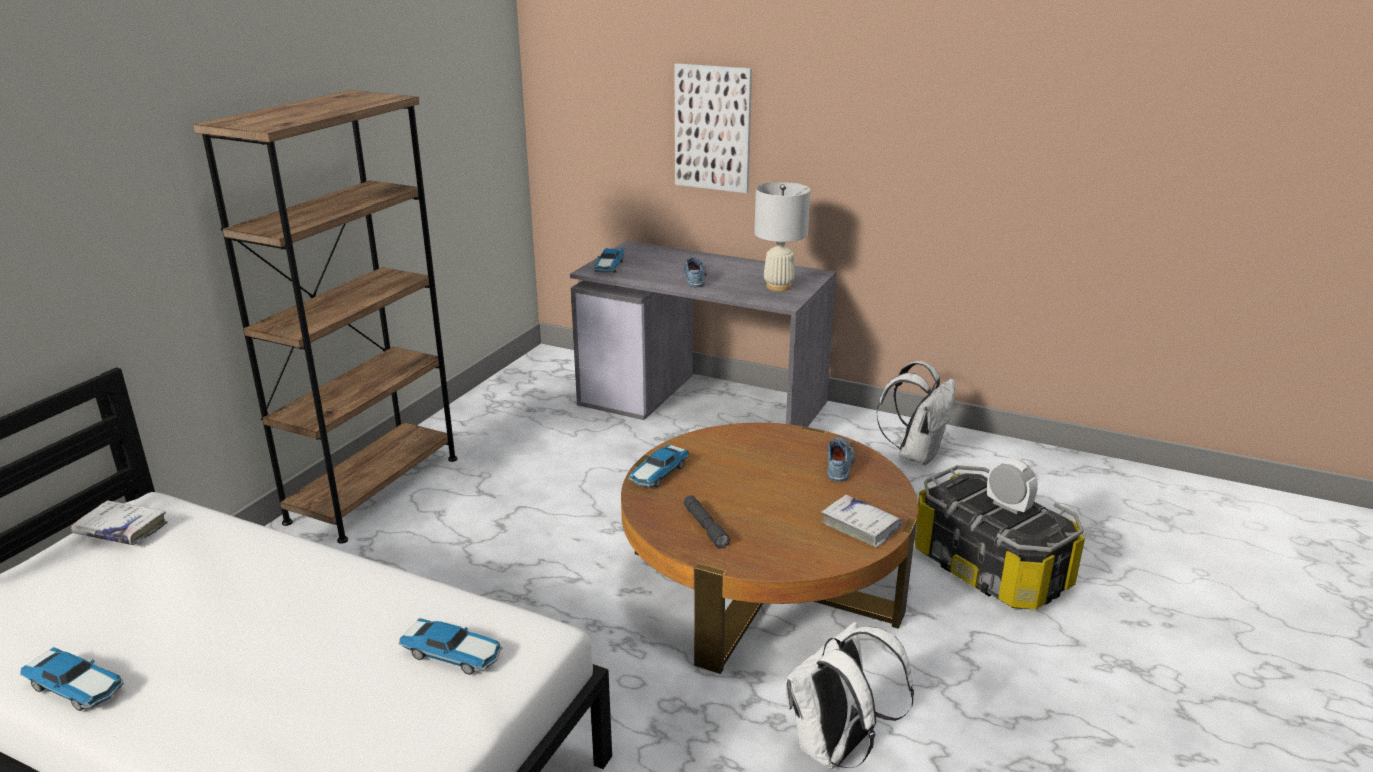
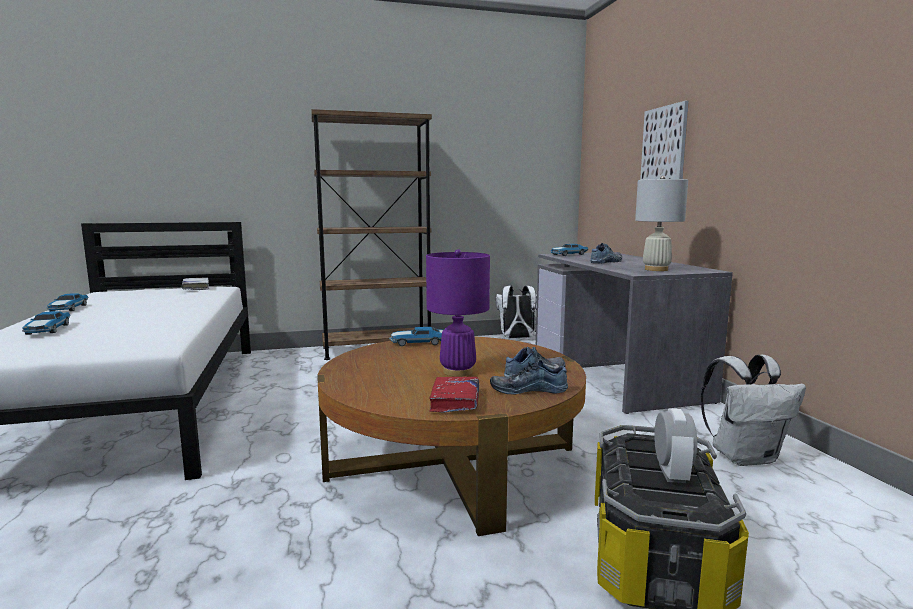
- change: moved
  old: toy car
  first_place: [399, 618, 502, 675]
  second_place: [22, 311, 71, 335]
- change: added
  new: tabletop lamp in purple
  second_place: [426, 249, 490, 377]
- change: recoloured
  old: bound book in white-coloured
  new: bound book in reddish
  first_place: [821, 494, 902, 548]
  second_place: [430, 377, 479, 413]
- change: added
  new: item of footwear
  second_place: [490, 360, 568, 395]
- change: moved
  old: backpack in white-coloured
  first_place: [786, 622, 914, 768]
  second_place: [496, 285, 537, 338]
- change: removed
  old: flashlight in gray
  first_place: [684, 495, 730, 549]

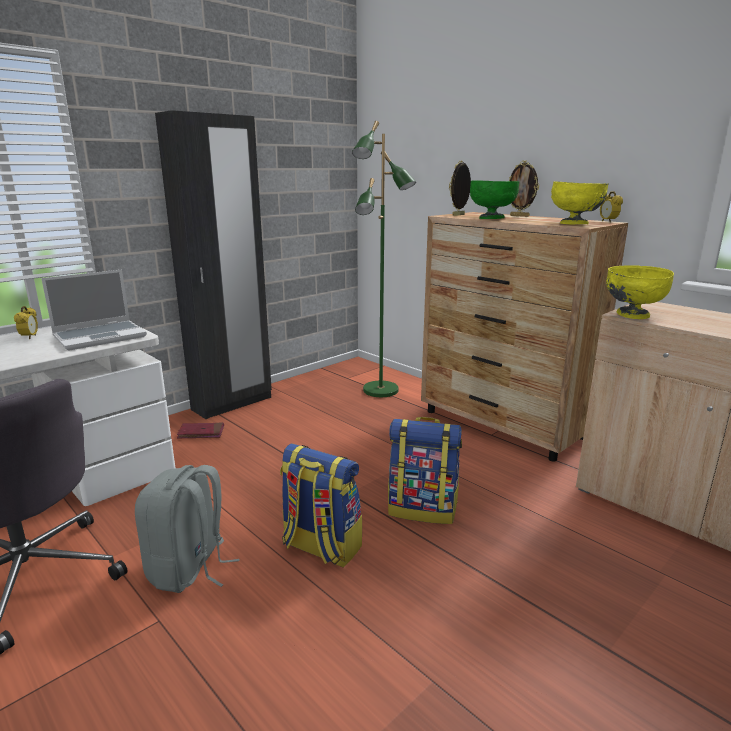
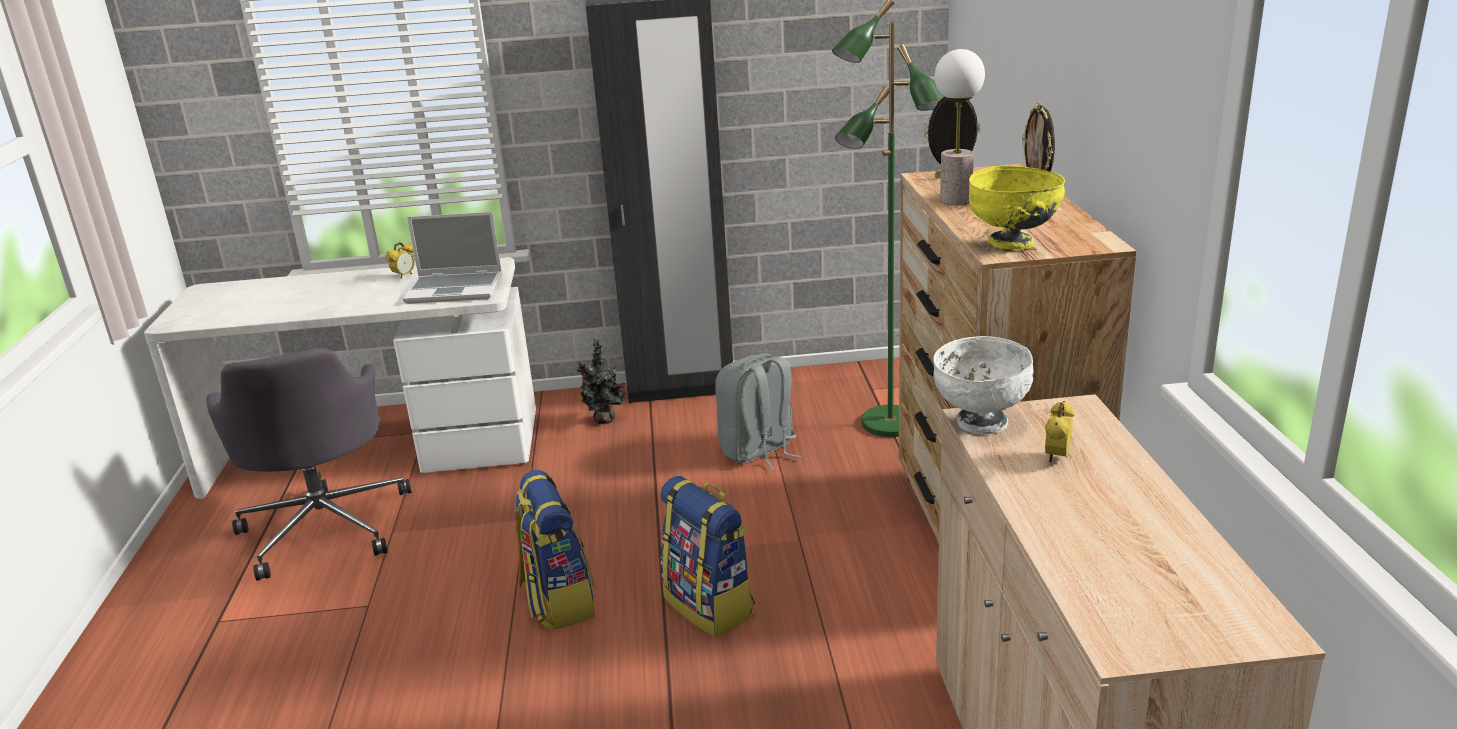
- change: replaced
  old: bound book in reddish
  new: houseplant
  first_place: [177, 422, 224, 438]
  second_place: [577, 338, 627, 424]
- change: moved
  old: backpack in gray
  first_place: [135, 465, 240, 593]
  second_place: [715, 353, 802, 471]
- change: recoloured
  old: serving bowl in yellow-coloured
  new: serving bowl in white-coloured
  first_place: [606, 265, 674, 319]
  second_place: [933, 336, 1034, 434]
- change: replaced
  old: serving bowl in green
  new: tabletop lamp
  first_place: [470, 181, 519, 219]
  second_place: [935, 49, 985, 205]
- change: moved
  old: bedside clock
  first_place: [600, 191, 623, 222]
  second_place: [1045, 401, 1075, 463]

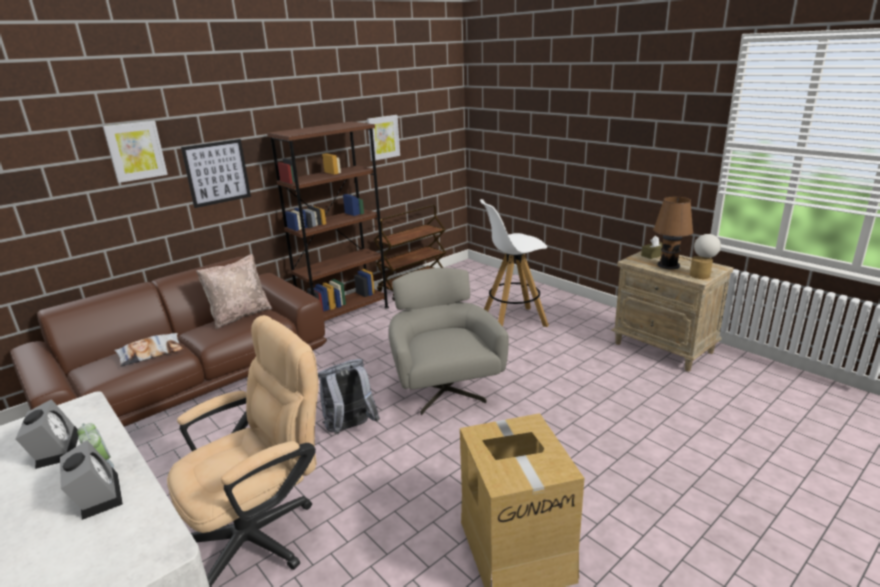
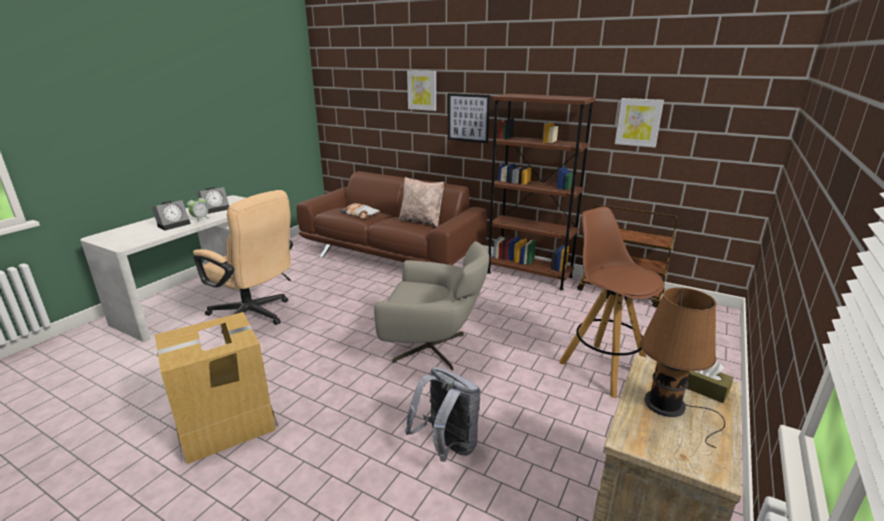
- change: turned
  old: armchair in gray
  first_place: [389, 268, 509, 415]
  second_place: [374, 241, 489, 371]
  degrees: 45
- change: moved
  old: backpack in gray
  first_place: [318, 359, 380, 435]
  second_place: [405, 367, 481, 462]
- change: recoloured
  old: stool seat in white-coloured
  new: stool seat in brown
  first_place: [480, 199, 549, 327]
  second_place: [559, 207, 664, 398]
- change: removed
  old: tabletop lamp
  first_place: [690, 234, 721, 279]

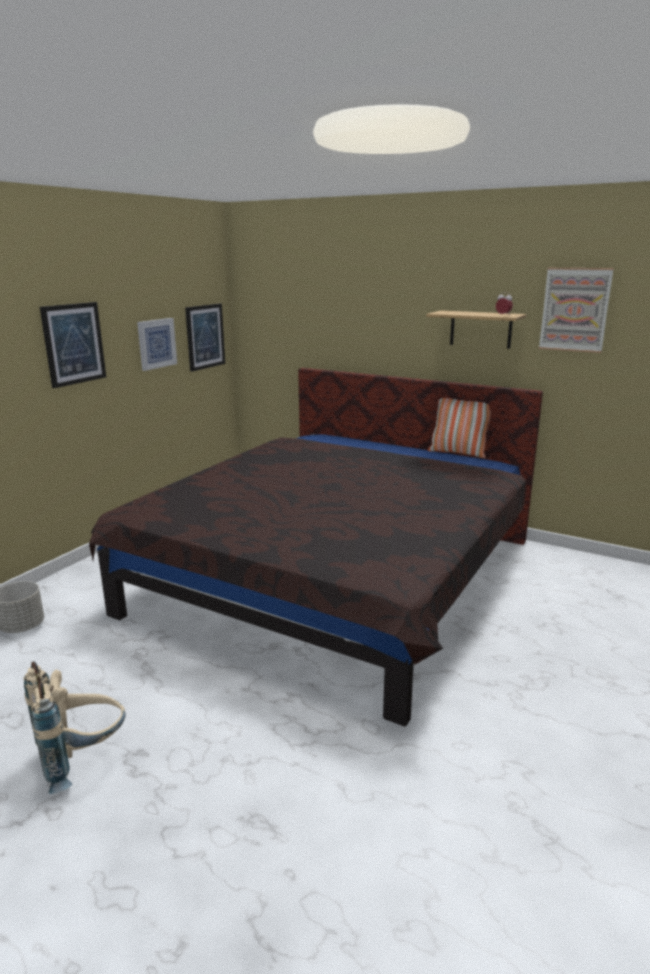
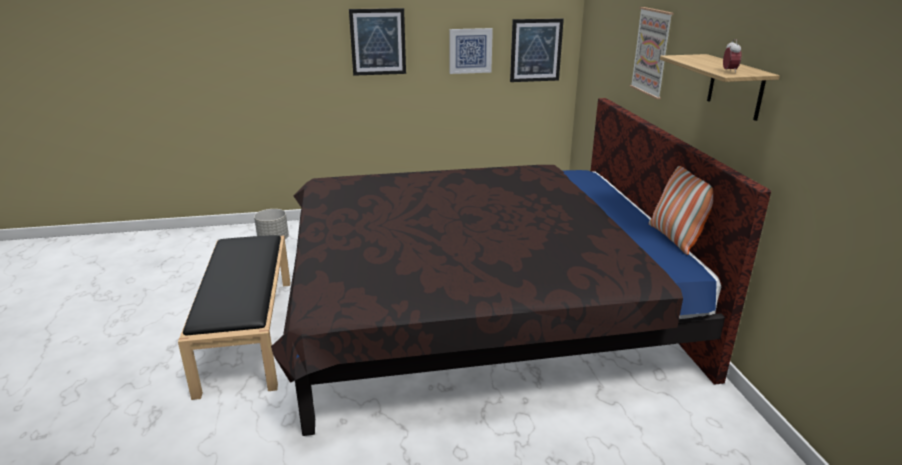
- change: added
  new: bench in black-coloured
  second_place: [178, 235, 290, 400]
- change: moved
  old: wall art
  first_place: [539, 268, 614, 353]
  second_place: [630, 7, 673, 99]
- change: removed
  old: backpack in beige
  first_place: [23, 661, 126, 794]

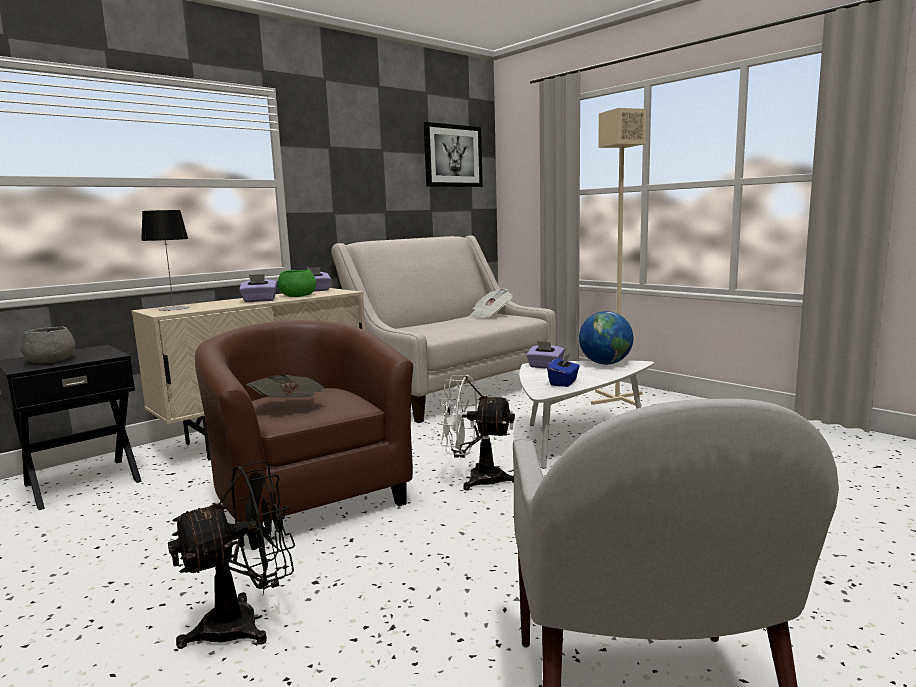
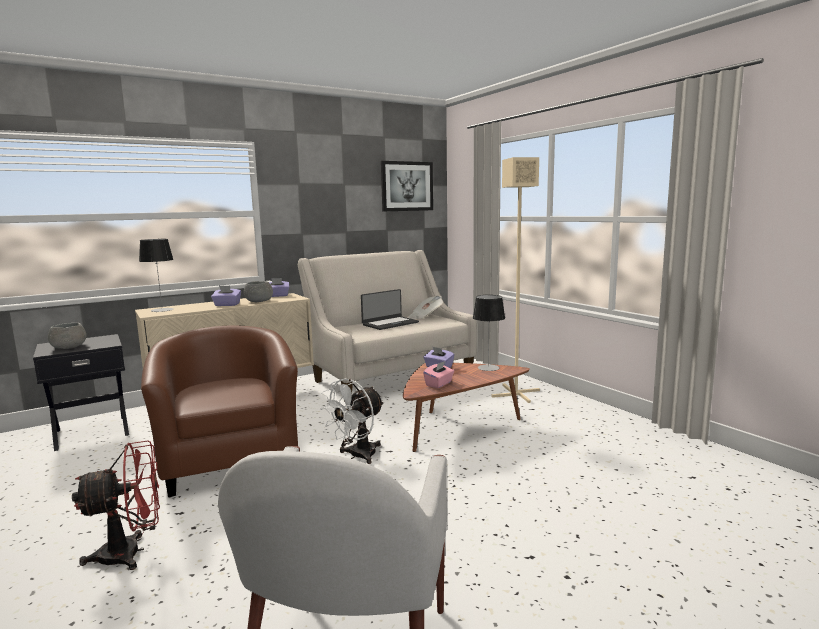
- change: recoloured
  old: fan in black-coloured
  new: fan in reddish
  first_place: [168, 461, 295, 649]
  second_place: [72, 441, 160, 570]
- change: recoloured
  old: serving bowl in green
  new: serving bowl in gray
  first_place: [278, 270, 316, 297]
  second_place: [244, 281, 273, 302]
- change: turned
  old: fan in white-coloured
  first_place: [437, 375, 515, 490]
  second_place: [320, 378, 384, 464]
  degrees: -75
- change: added
  new: portable computer
  second_place: [361, 289, 419, 330]
- change: recoloured
  old: lounge table in white-coloured
  new: lounge table in brown
  first_place: [519, 360, 654, 468]
  second_place: [403, 363, 530, 452]
- change: recoloured
  old: tissue box in blue-coloured
  new: tissue box in pink-coloured
  first_place: [547, 354, 580, 387]
  second_place: [423, 361, 454, 388]
- change: replaced
  old: desk globe
  new: tabletop lamp
  first_place: [579, 311, 633, 365]
  second_place: [473, 295, 505, 371]
- change: removed
  old: newspaper
  first_place: [246, 375, 325, 398]

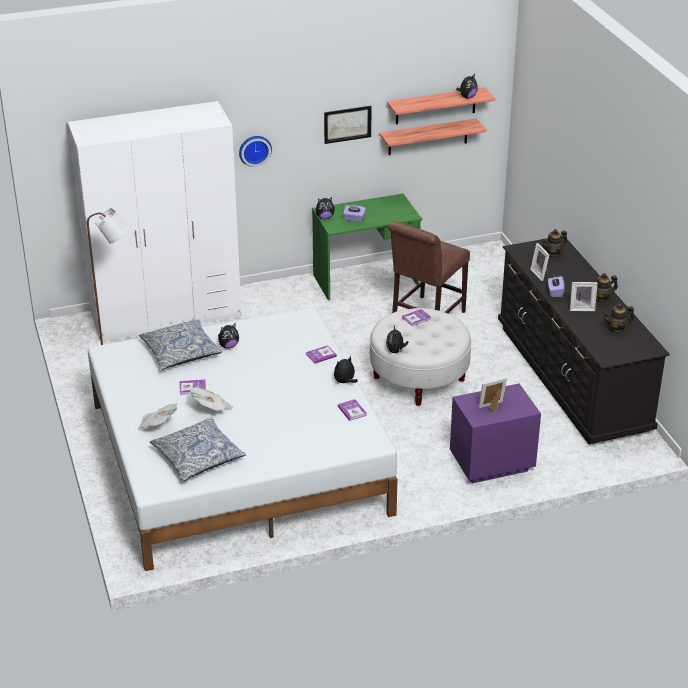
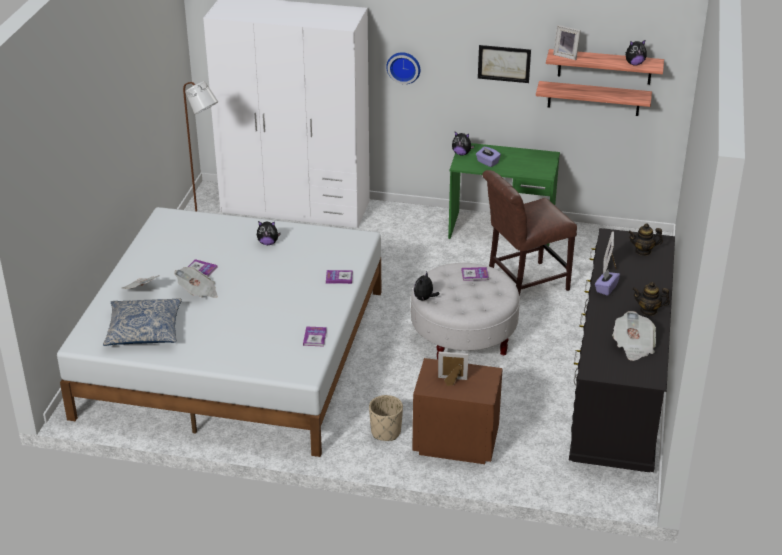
- change: added
  new: plant pot in beige
  second_place: [369, 395, 403, 441]
- change: recoloured
  old: bedside table in purple
  new: bedside table in brown
  first_place: [450, 384, 541, 484]
  second_place: [412, 358, 503, 464]
- change: moved
  old: standing frame
  first_place: [570, 282, 598, 311]
  second_place: [553, 25, 581, 60]
- change: replaced
  old: tea pot
  new: newspaper
  first_place: [603, 303, 635, 334]
  second_place: [613, 311, 656, 361]
- change: removed
  old: throw pillow
  first_place: [139, 319, 222, 370]
- change: removed
  old: plush toy
  first_place: [334, 356, 358, 383]

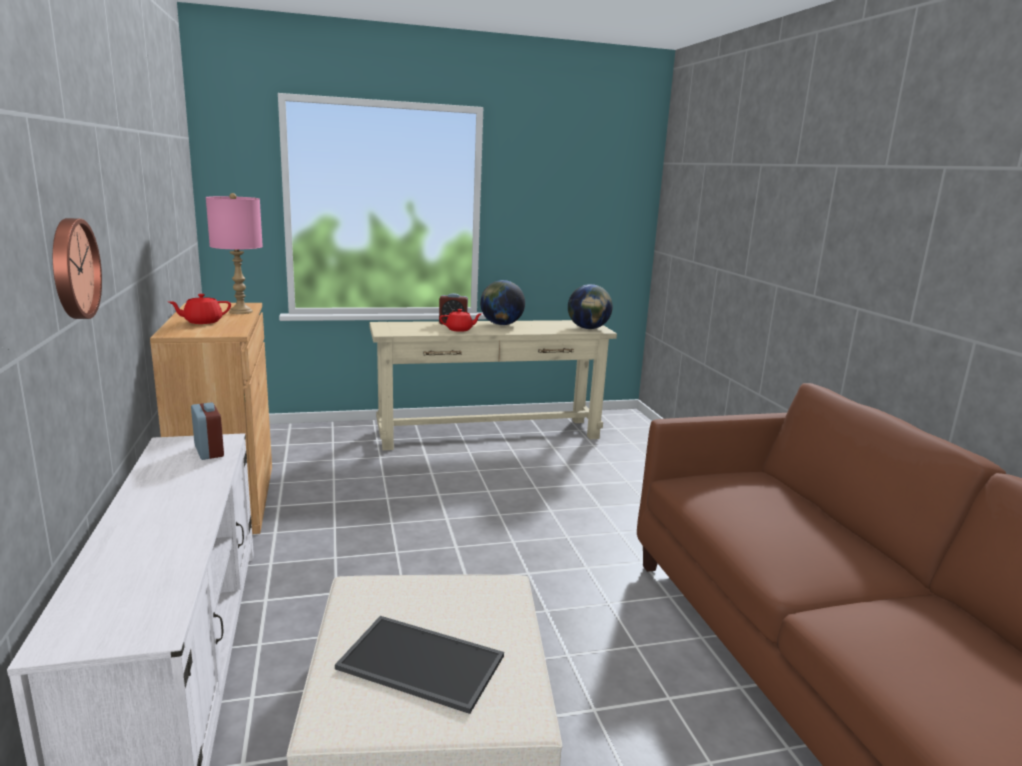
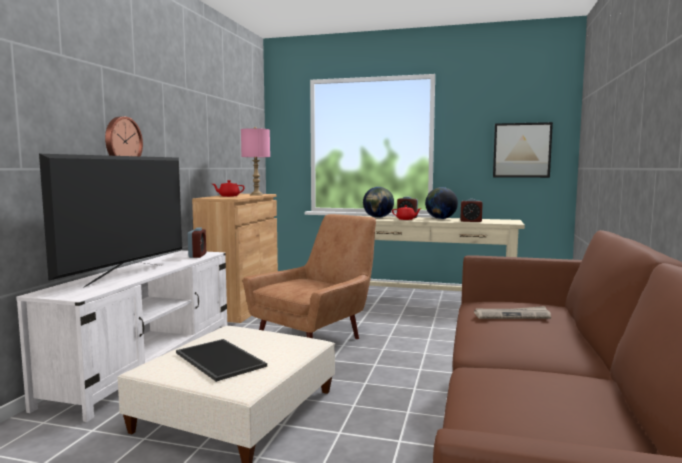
- change: added
  new: TV
  second_place: [39, 154, 182, 288]
- change: added
  new: armchair in brown
  second_place: [243, 214, 376, 339]
- change: moved
  old: desk globe
  first_place: [568, 284, 613, 329]
  second_place: [363, 187, 394, 218]
- change: added
  new: bedside clock
  second_place: [460, 199, 483, 222]
- change: added
  new: newspaper
  second_place: [474, 306, 551, 319]
- change: added
  new: wall art
  second_place: [493, 122, 553, 178]

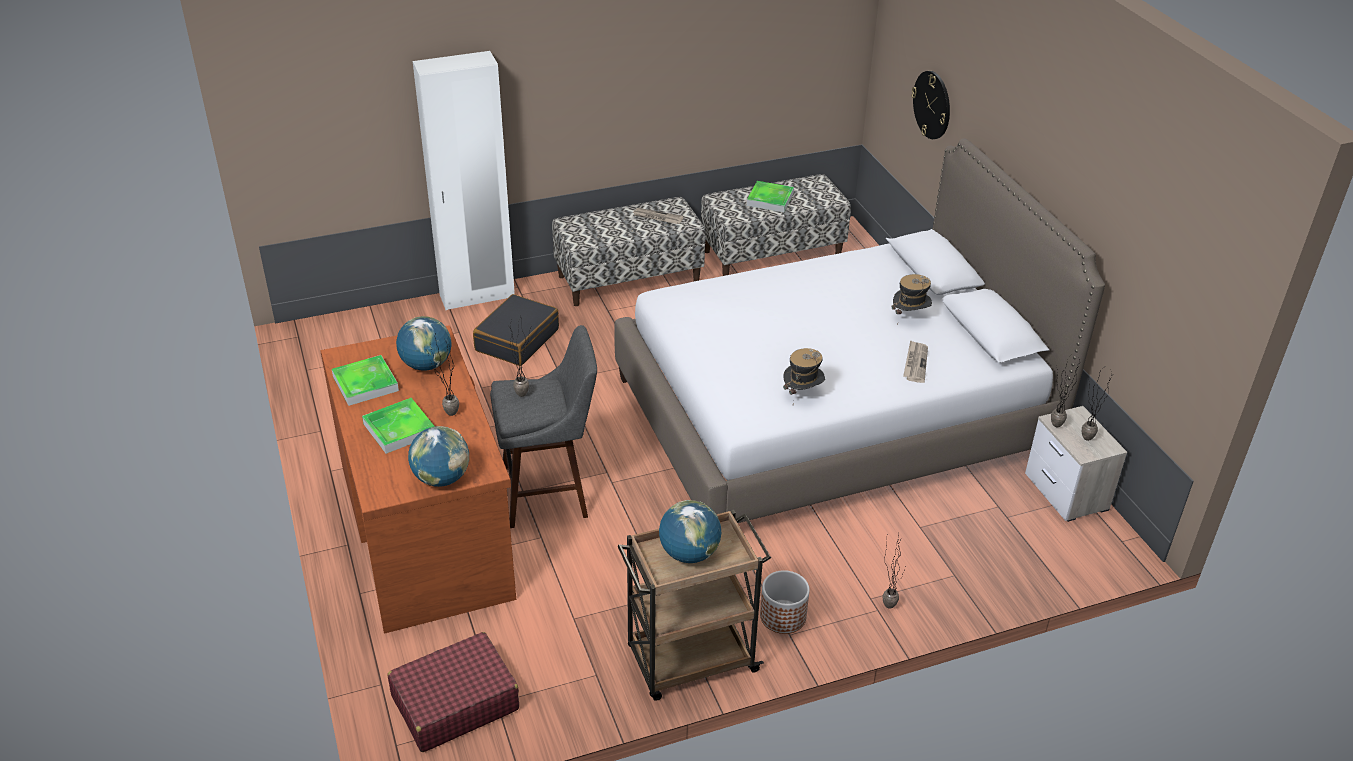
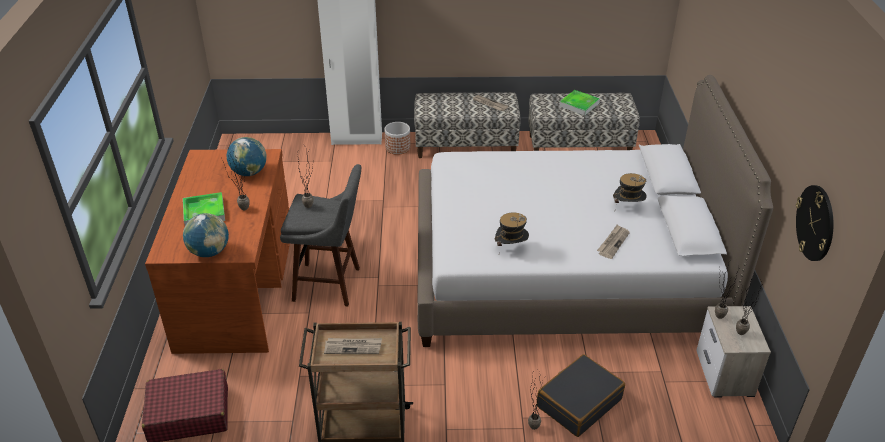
- change: replaced
  old: desk globe
  new: newspaper
  first_place: [659, 500, 721, 563]
  second_place: [324, 338, 382, 354]
- change: moved
  old: plant pot
  first_place: [760, 570, 810, 634]
  second_place: [384, 122, 411, 155]
- change: moved
  old: piece of luggage in black-coloured
  first_place: [473, 294, 559, 366]
  second_place: [537, 354, 625, 437]
- change: moved
  old: clock on the wall
  first_place: [911, 71, 950, 139]
  second_place: [796, 185, 834, 261]
- change: removed
  old: tray
  first_place: [332, 355, 399, 406]

